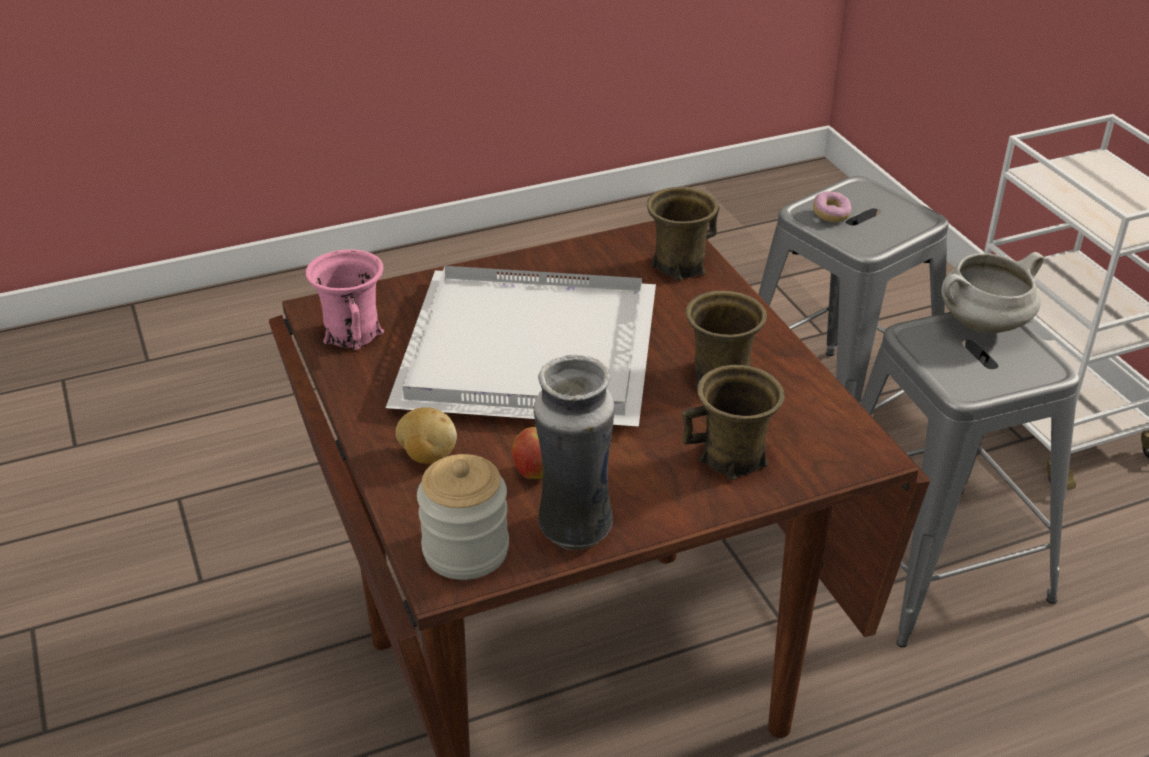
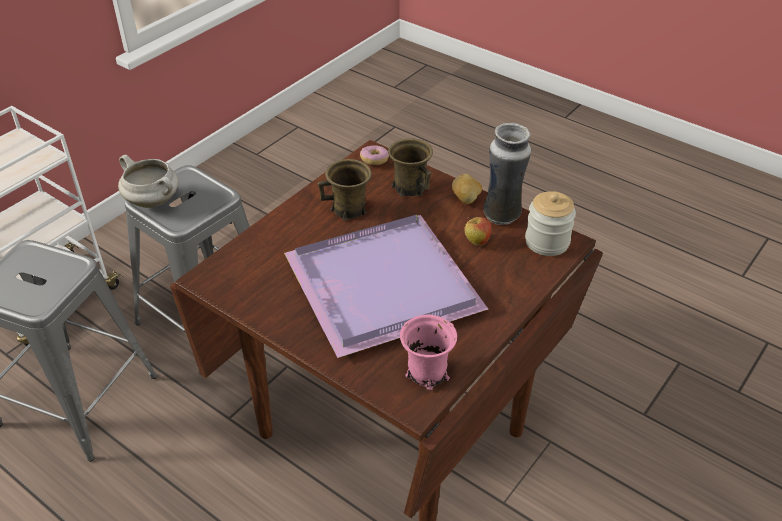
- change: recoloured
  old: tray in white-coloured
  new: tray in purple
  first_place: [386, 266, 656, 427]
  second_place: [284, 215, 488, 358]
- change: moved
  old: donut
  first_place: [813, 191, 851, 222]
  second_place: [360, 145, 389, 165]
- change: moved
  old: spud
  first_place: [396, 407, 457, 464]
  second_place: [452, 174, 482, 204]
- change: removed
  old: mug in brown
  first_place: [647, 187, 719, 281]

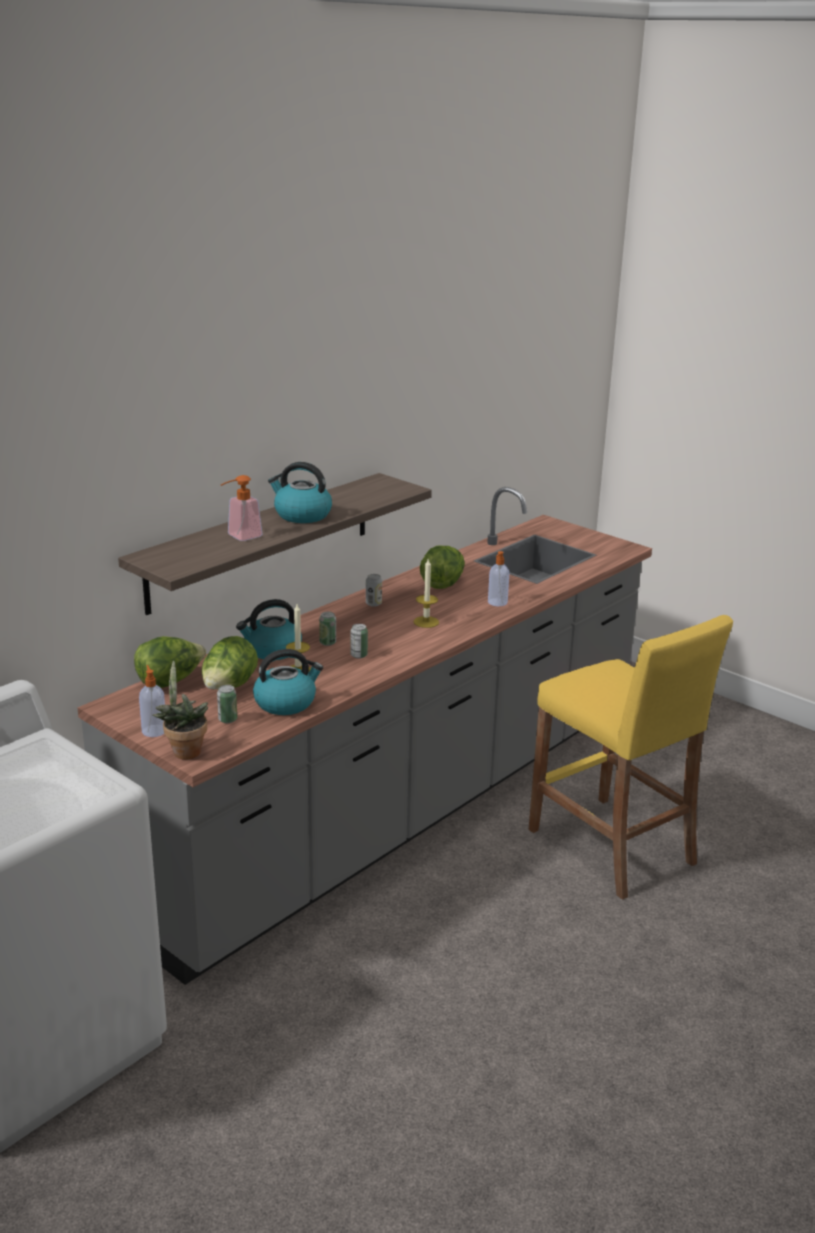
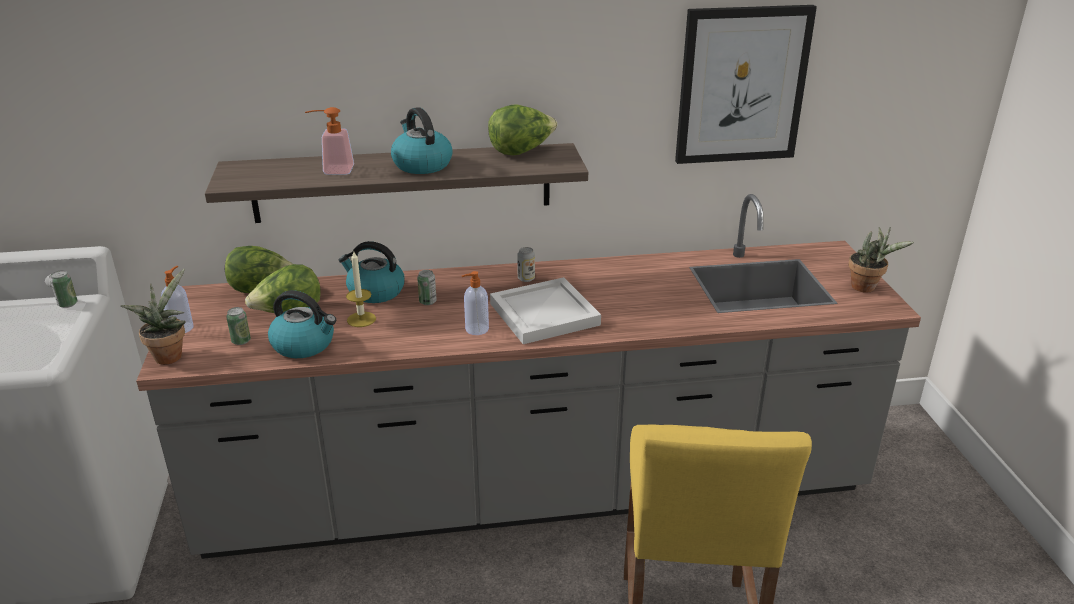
- change: moved
  old: can
  first_place: [351, 624, 368, 659]
  second_place: [50, 270, 77, 308]
- change: moved
  old: liquid soap bottle
  first_place: [488, 551, 509, 606]
  second_place: [462, 271, 489, 335]
- change: moved
  old: lettuce
  first_place: [420, 546, 465, 589]
  second_place: [488, 105, 557, 155]
- change: replaced
  old: candle
  new: tray in white-coloured
  first_place: [413, 559, 439, 628]
  second_place: [490, 277, 601, 344]
- change: added
  new: wall art
  second_place: [675, 5, 817, 164]
- change: added
  new: houseplant
  second_place: [848, 227, 914, 293]

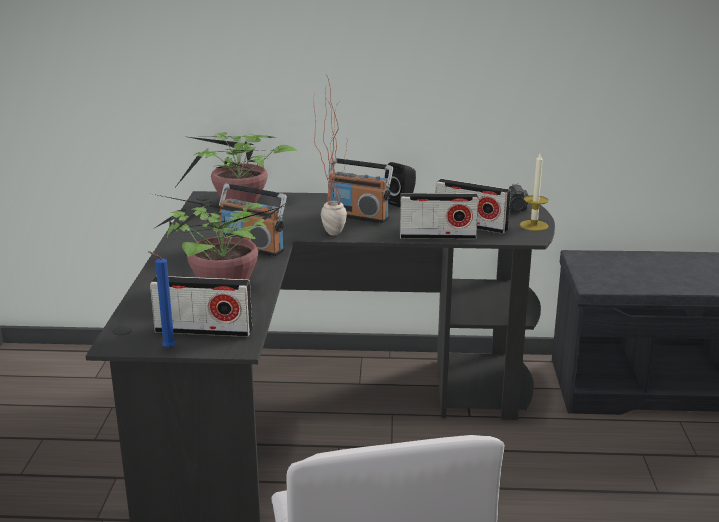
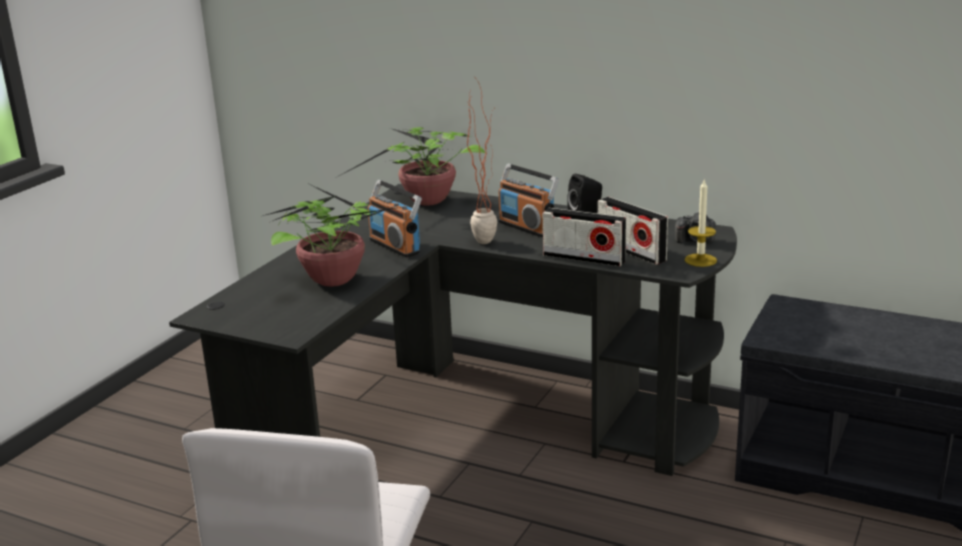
- change: removed
  old: candle in blue-coloured
  first_place: [148, 251, 176, 349]
- change: removed
  old: radio
  first_place: [150, 276, 252, 337]

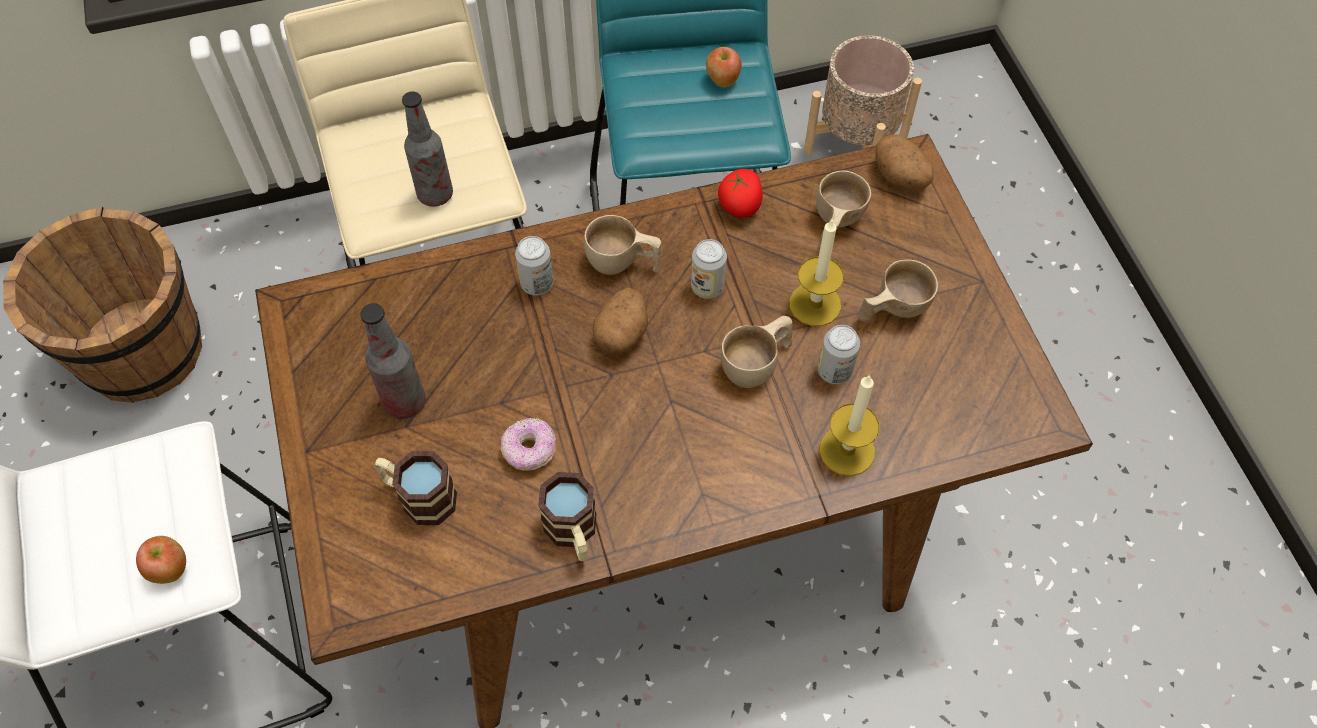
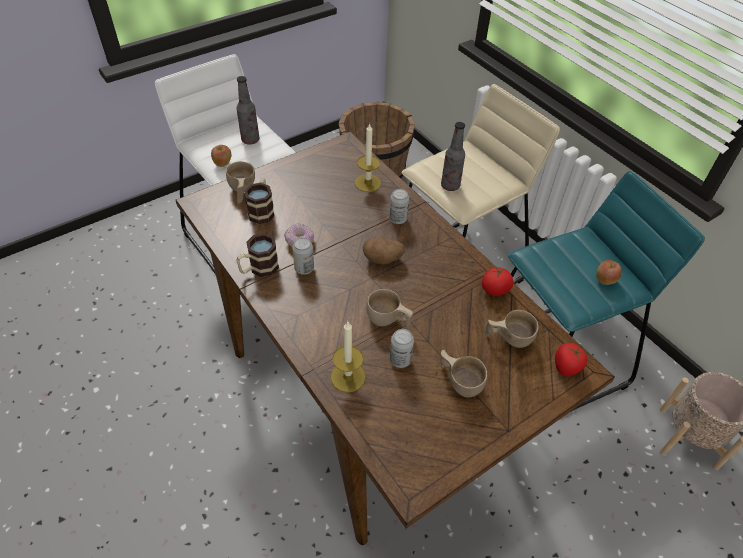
- change: moved
  old: cup in beige
  first_place: [584, 215, 661, 275]
  second_place: [226, 161, 255, 203]
- change: moved
  old: drink bottle
  first_place: [360, 303, 426, 419]
  second_place: [236, 76, 259, 145]
- change: moved
  old: can
  first_place: [691, 239, 727, 299]
  second_place: [292, 238, 314, 275]
- change: moved
  old: candle
  first_place: [789, 219, 844, 326]
  second_place: [355, 123, 381, 192]
- change: replaced
  old: spud
  new: fresh tomato
  first_place: [875, 134, 934, 190]
  second_place: [555, 343, 587, 376]

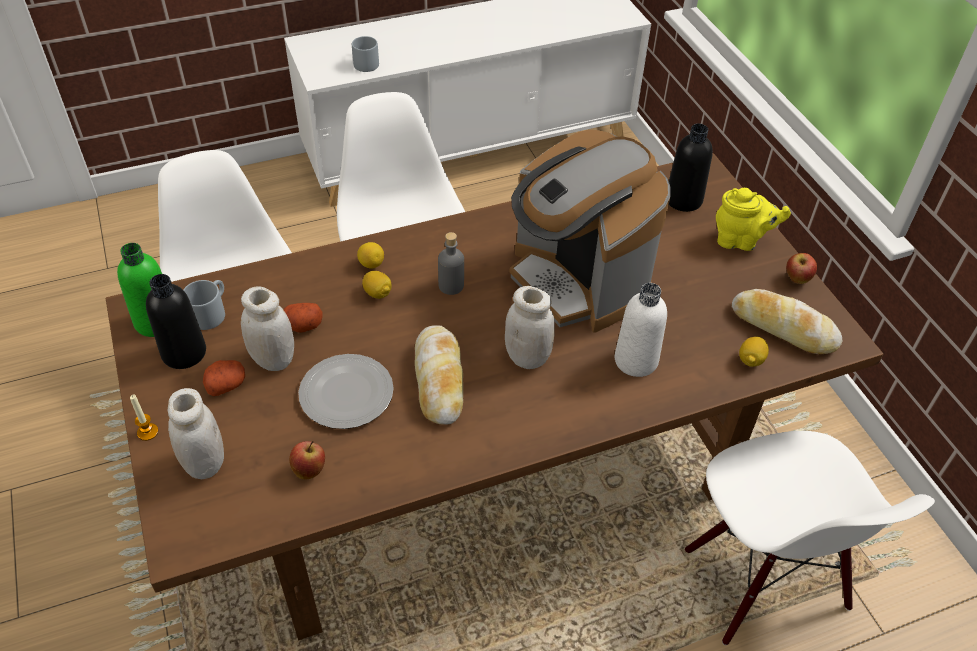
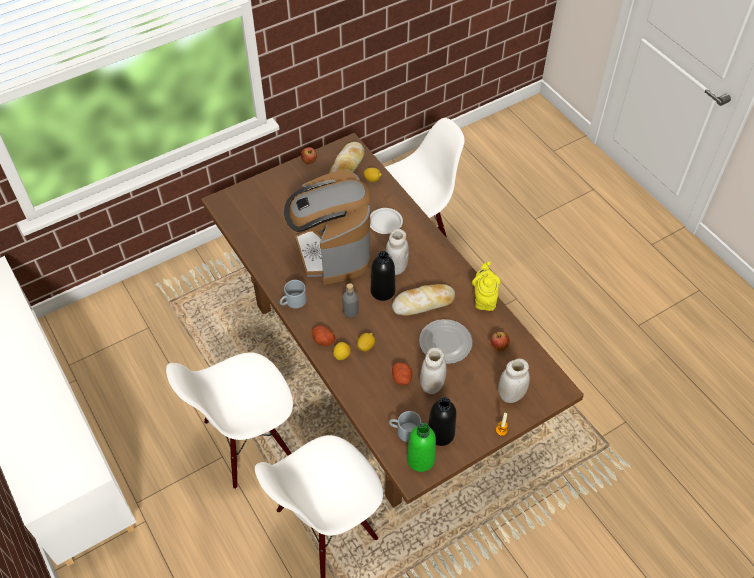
- change: moved
  old: mug in gray
  first_place: [352, 36, 379, 72]
  second_place: [280, 280, 307, 308]
- change: turned
  old: coffee machine
  first_place: [509, 130, 671, 332]
  second_place: [284, 170, 371, 285]
  degrees: 120
- change: moved
  old: spud
  first_place: [203, 360, 245, 396]
  second_place: [312, 325, 335, 346]
- change: replaced
  old: drink bottle in white-coloured
  new: plate in white-coloured
  first_place: [615, 283, 667, 377]
  second_place: [370, 208, 403, 234]
- change: moved
  old: drink bottle in black-coloured
  first_place: [669, 123, 713, 212]
  second_place: [370, 251, 395, 301]
- change: moved
  old: tea pot in yellow-coloured
  first_place: [716, 188, 791, 251]
  second_place: [472, 261, 501, 311]

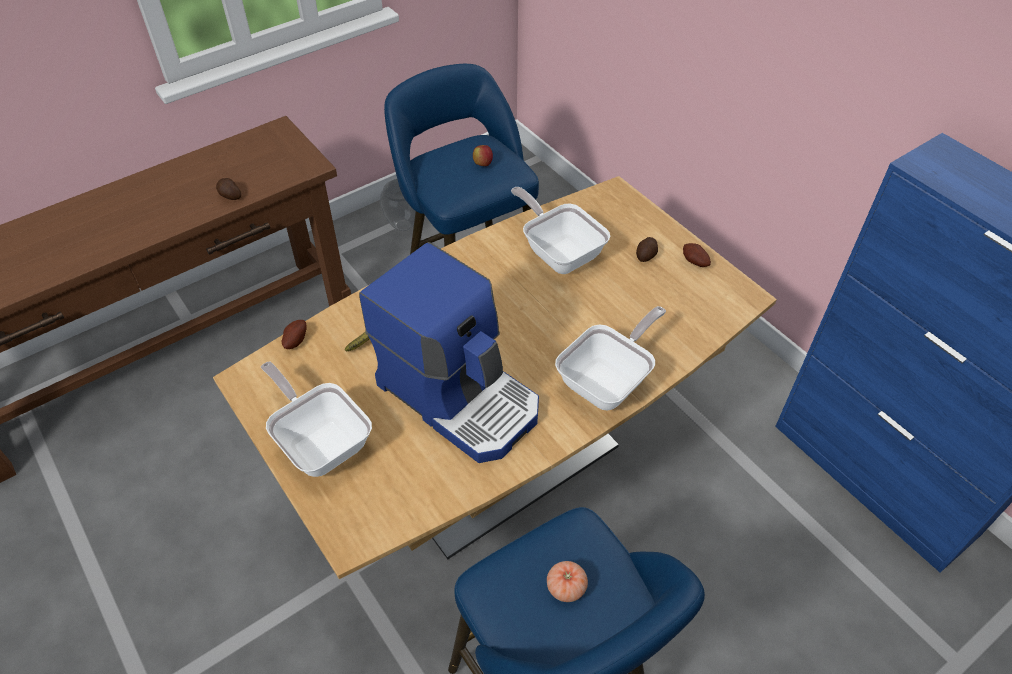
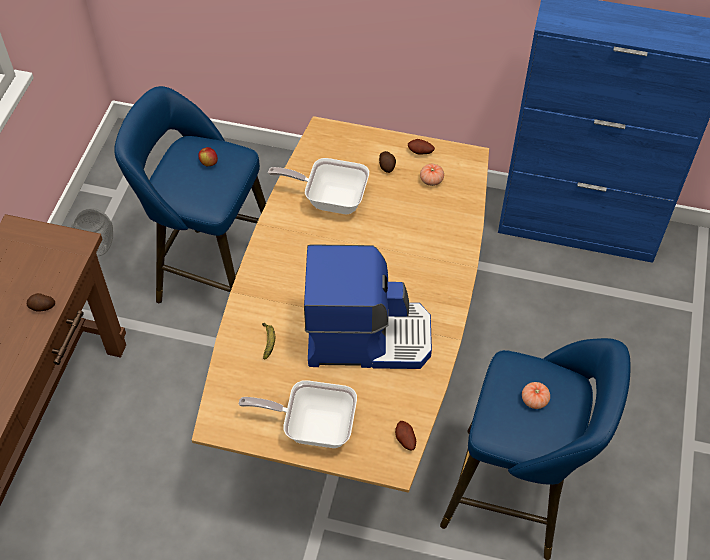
- change: moved
  old: spud
  first_place: [281, 320, 307, 349]
  second_place: [395, 421, 416, 450]
- change: added
  new: fresh tomato
  second_place: [420, 164, 444, 186]
- change: removed
  old: pan
  first_place: [555, 306, 666, 411]

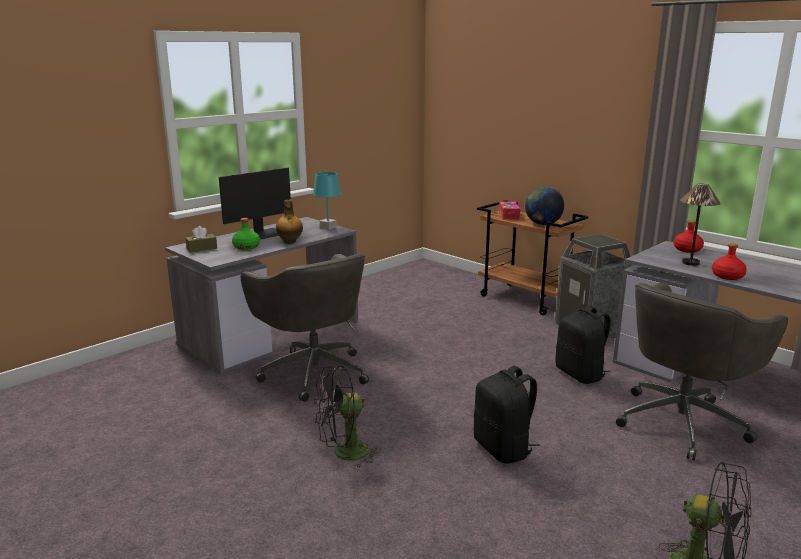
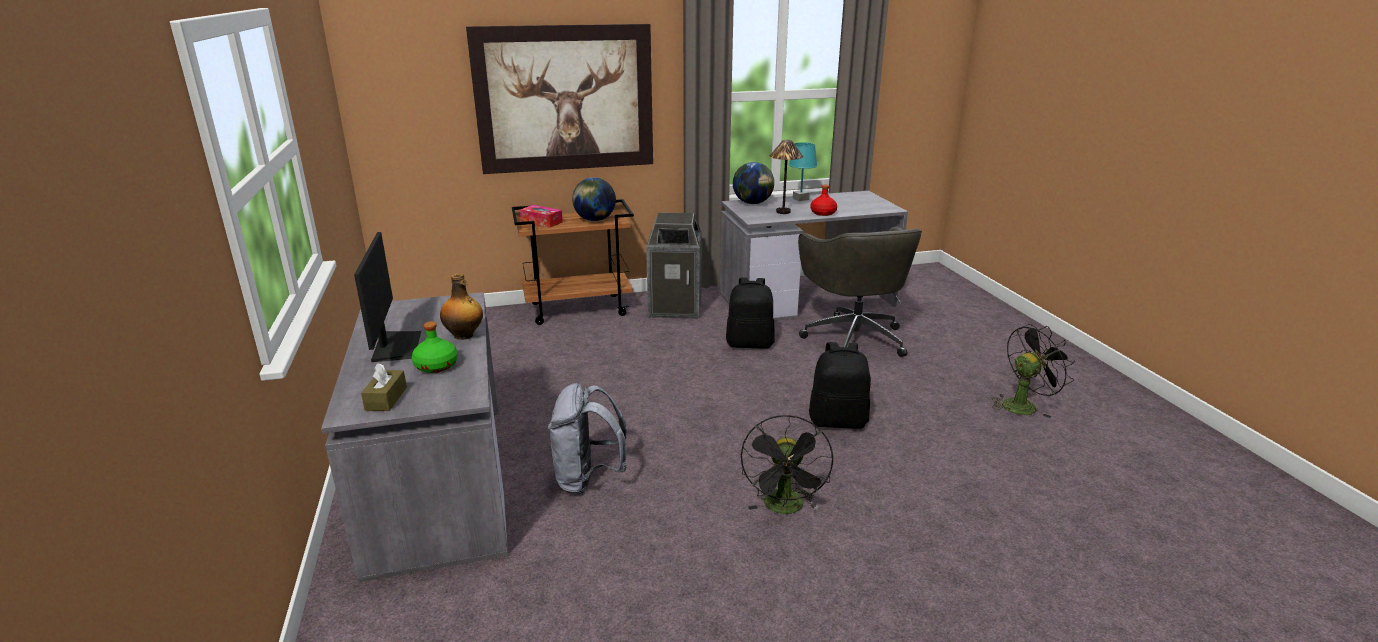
- change: added
  new: wall art
  second_place: [466, 24, 653, 174]
- change: replaced
  old: desk chair in gray
  new: backpack in gray
  first_place: [241, 254, 369, 402]
  second_place: [548, 383, 627, 495]
- change: replaced
  old: drink bottle in reddish
  new: desk globe
  first_place: [674, 220, 704, 253]
  second_place: [733, 162, 774, 204]
- change: moved
  old: tabletop lamp in turquoise
  first_place: [313, 172, 341, 230]
  second_place: [789, 142, 817, 201]

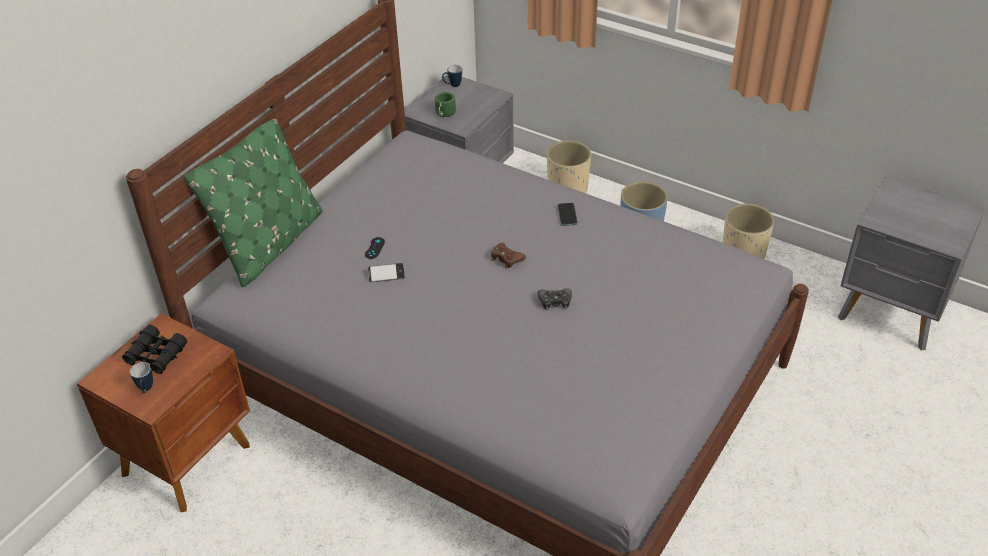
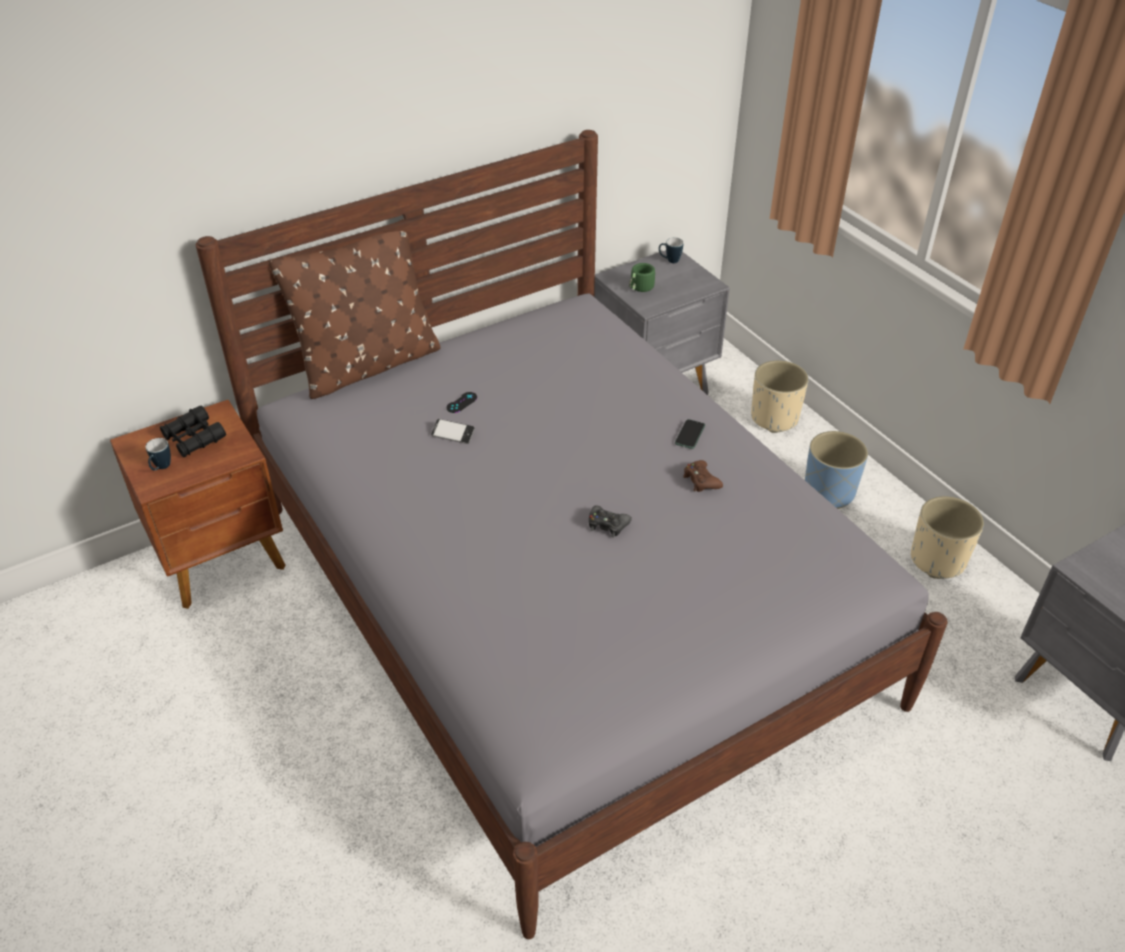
- change: recoloured
  old: throw pillow in green
  new: throw pillow in brown
  first_place: [184, 108, 322, 287]
  second_place: [269, 219, 440, 399]
- change: moved
  old: gamepad in brown
  first_place: [491, 243, 526, 268]
  second_place: [683, 460, 723, 492]

